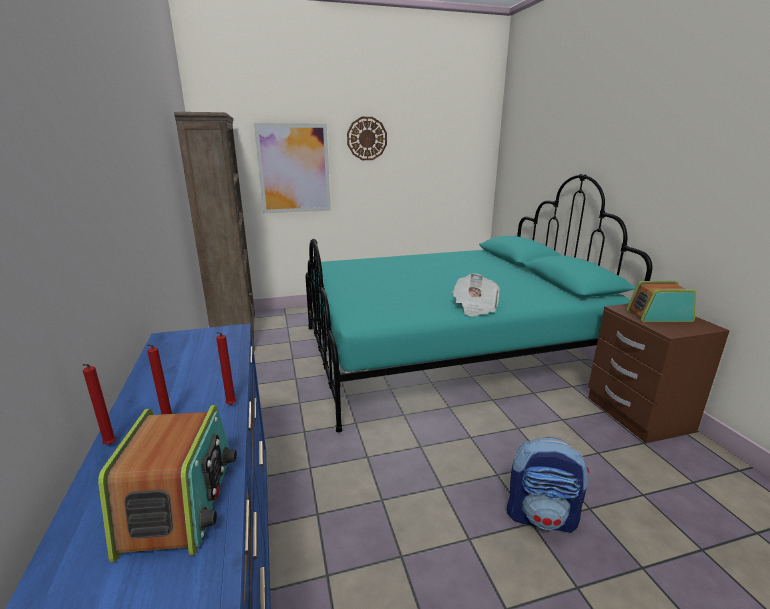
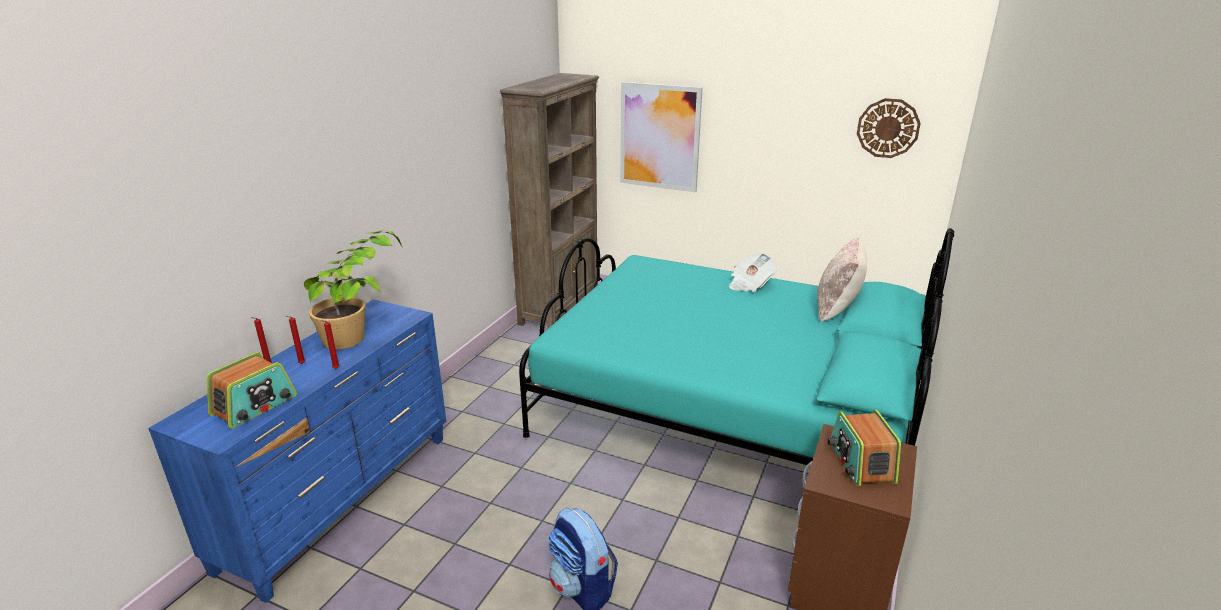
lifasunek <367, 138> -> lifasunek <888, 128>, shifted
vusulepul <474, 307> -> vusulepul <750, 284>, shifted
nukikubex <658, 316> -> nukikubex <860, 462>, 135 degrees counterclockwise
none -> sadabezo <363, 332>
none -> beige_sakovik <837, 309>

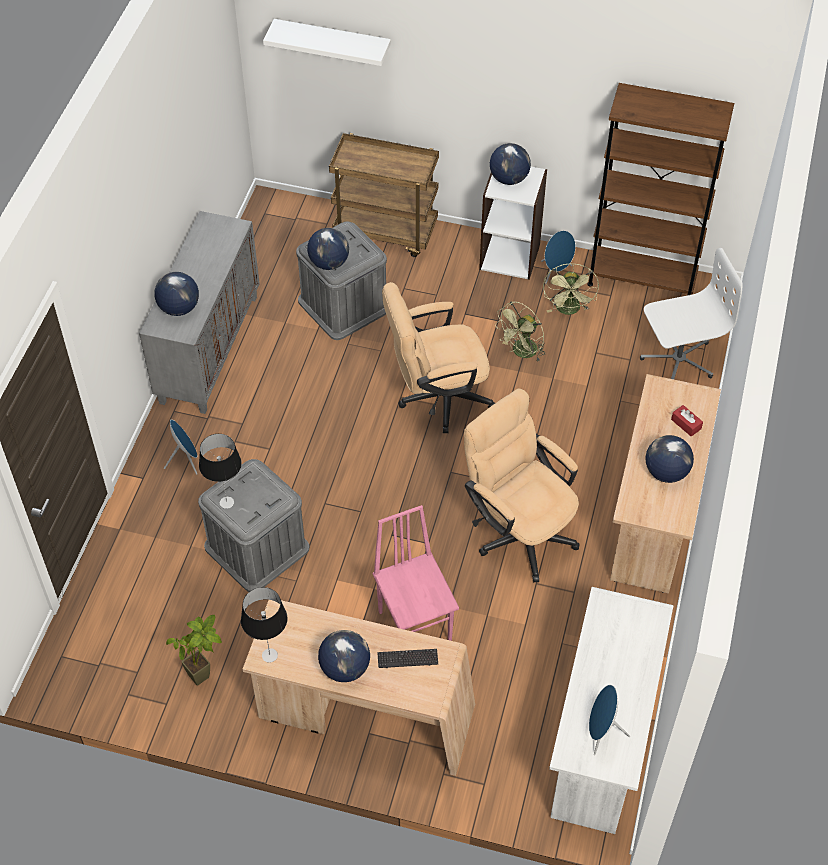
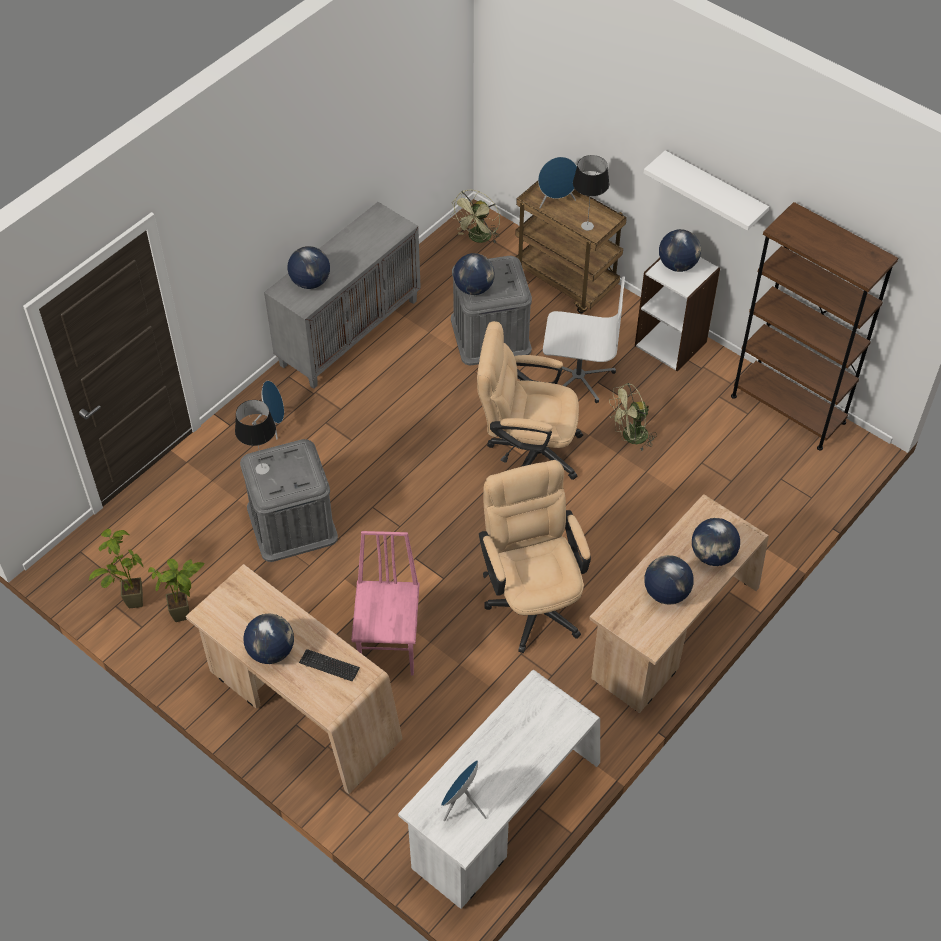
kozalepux <269, 654> -> kozalepux <587, 225>, shifted
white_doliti <332, 42> -> white_doliti <714, 190>, shifted
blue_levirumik <556, 272> -> blue_levirumik <556, 201>, shifted
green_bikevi <569, 310> -> green_bikevi <478, 239>, shifted
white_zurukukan <677, 359> -> white_zurukukan <578, 377>, shifted
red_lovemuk <686, 424> -> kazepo <713, 555>
none -> sadabezo <128, 601>

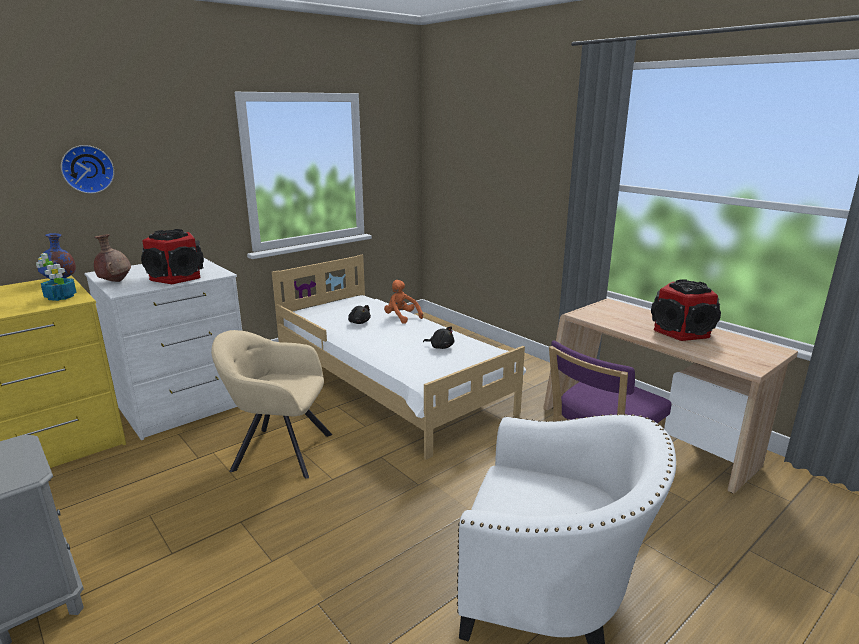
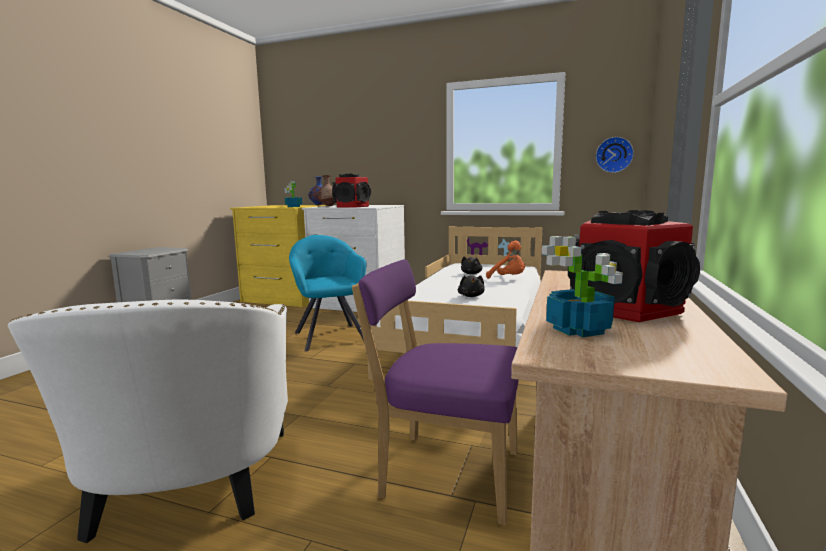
lifasunek <87, 169> -> lifasunek <614, 155>, shifted
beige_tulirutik <278, 451> -> turquoise_tulirutik <329, 336>
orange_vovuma <401, 317> -> orange_vovuma <508, 279>, 120 degrees clockwise
none -> sadabezo <580, 329>

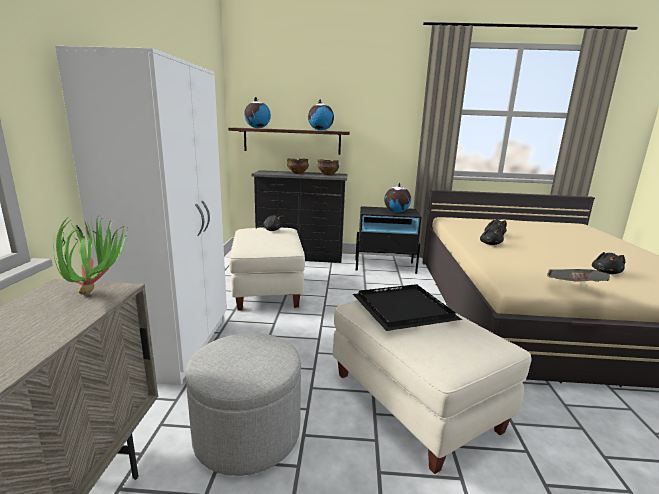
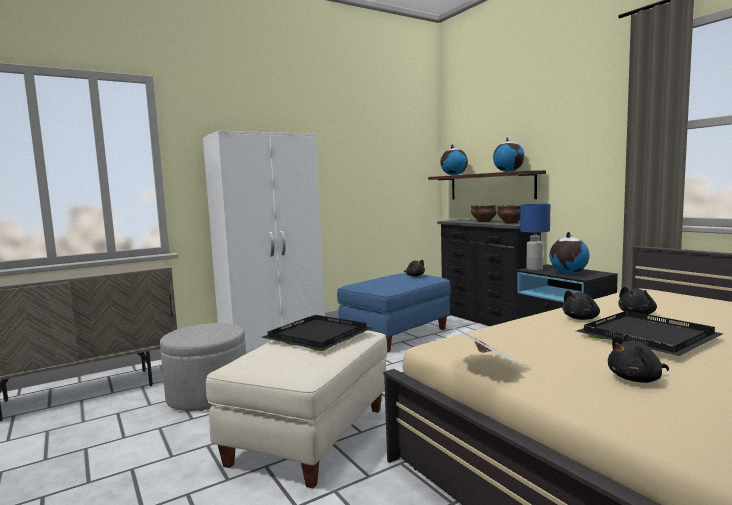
sadabezo <94, 290> -> none
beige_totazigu <266, 289> -> blue_totazigu <395, 334>
none -> blue_kozalepux <534, 269>
none -> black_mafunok <650, 337>

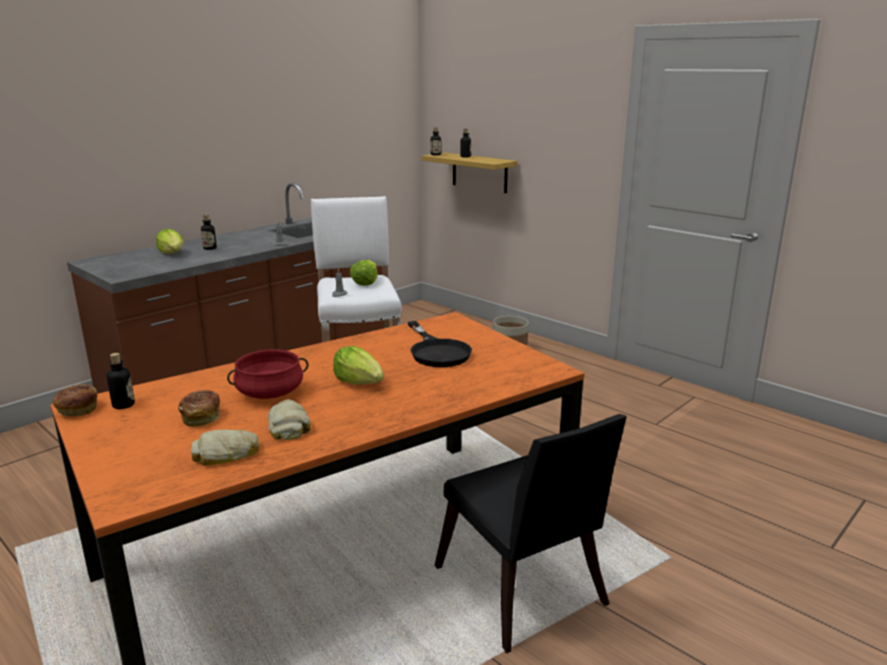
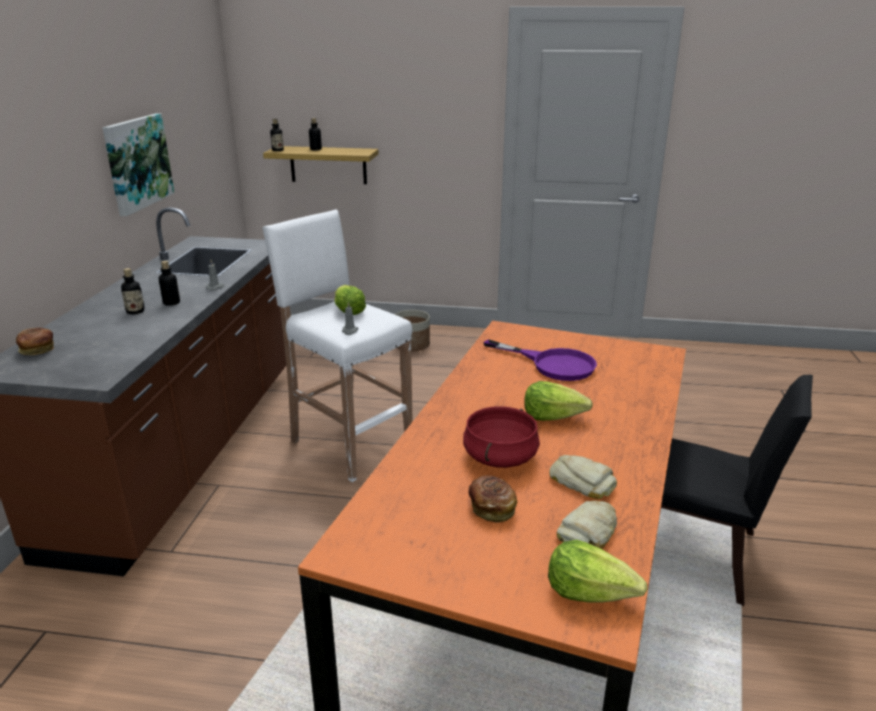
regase <77, 410> -> regase <37, 350>, shifted
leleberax <123, 405> -> leleberax <171, 303>, shifted
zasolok <172, 254> -> zasolok <590, 592>, shifted
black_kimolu <437, 351> -> purple_kimolu <553, 364>
none -> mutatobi <137, 163>

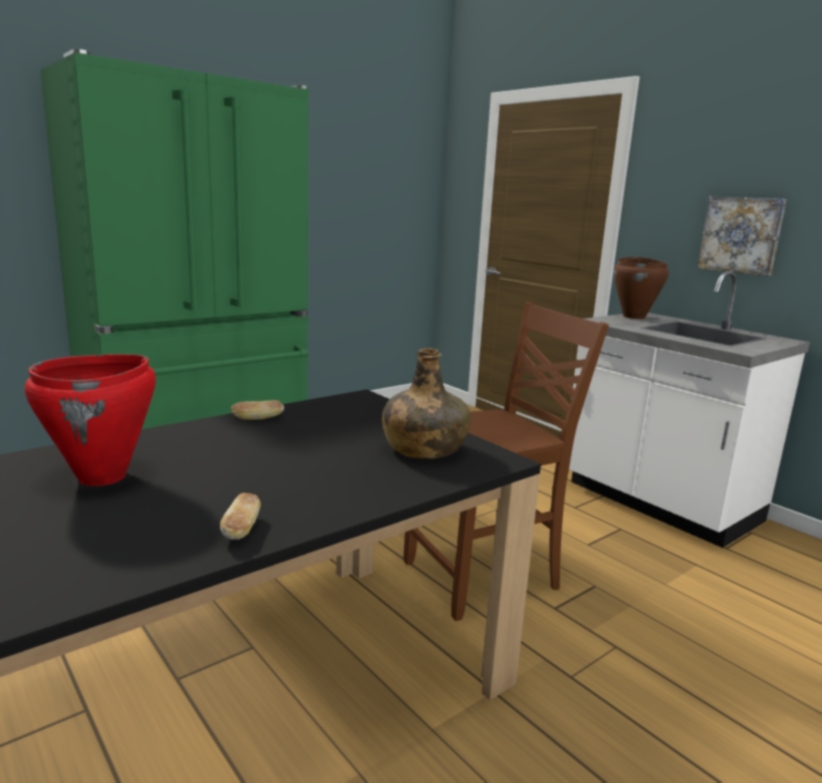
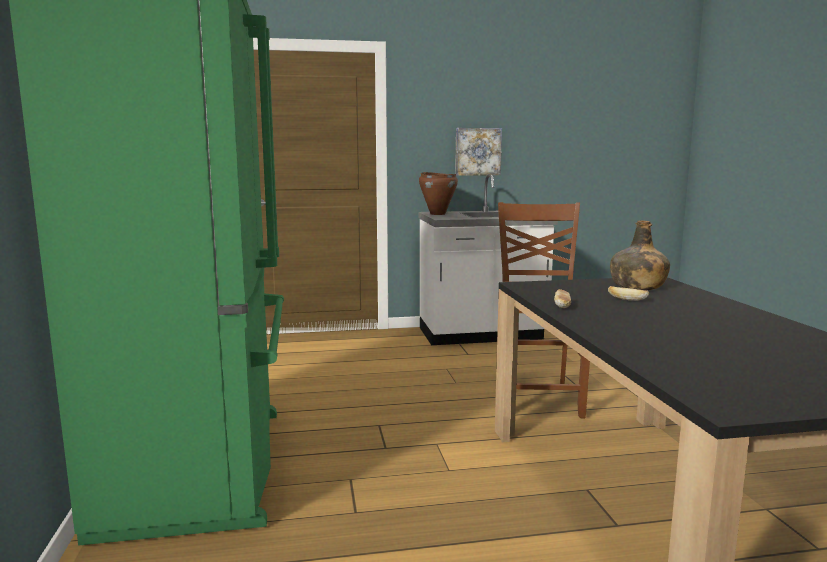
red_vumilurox <103, 477> -> none
regase <242, 529> -> regase <627, 300>, shifted

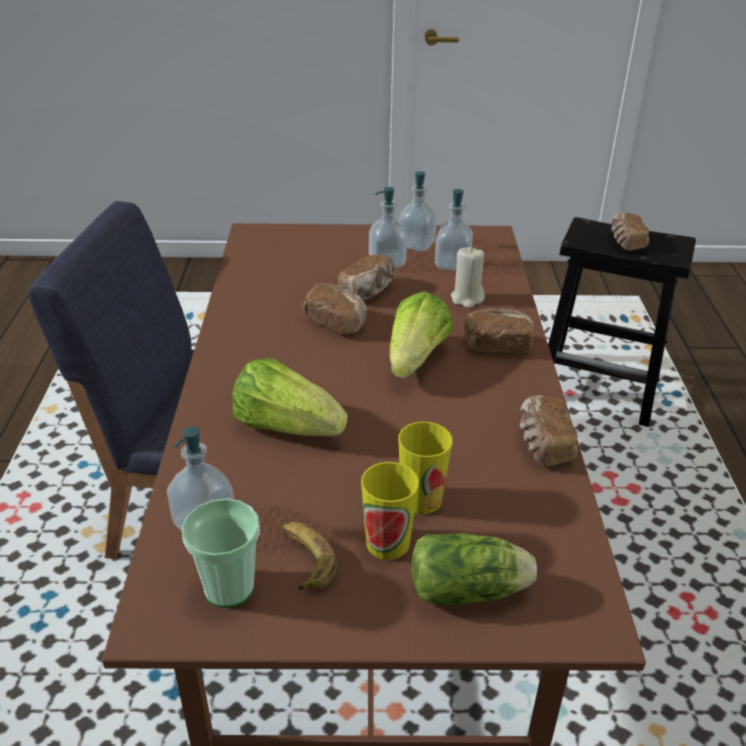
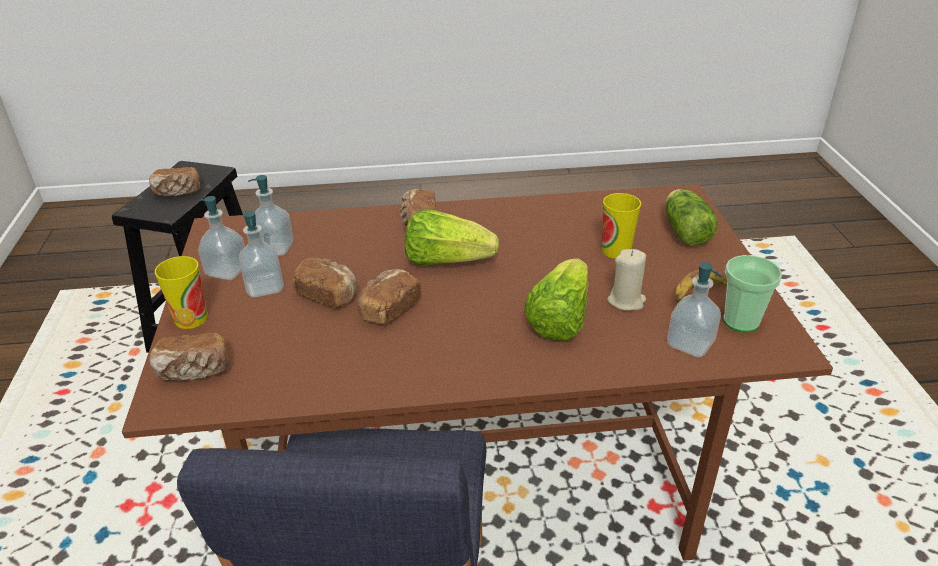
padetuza <387, 543> -> padetuza <191, 318>, shifted
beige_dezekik <467, 298> -> beige_dezekik <626, 301>, shifted
regase <543, 445> -> regase <194, 372>, shifted

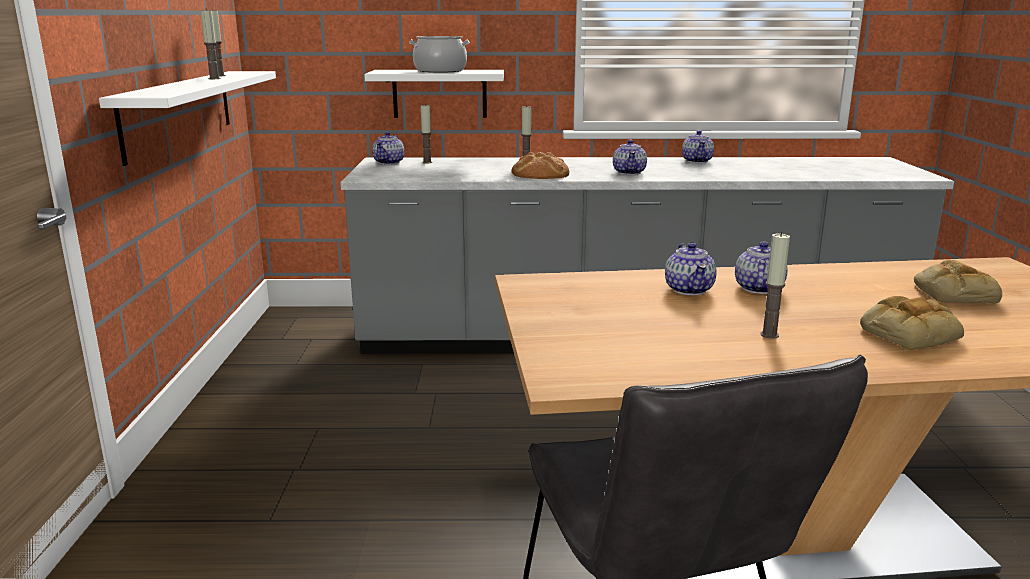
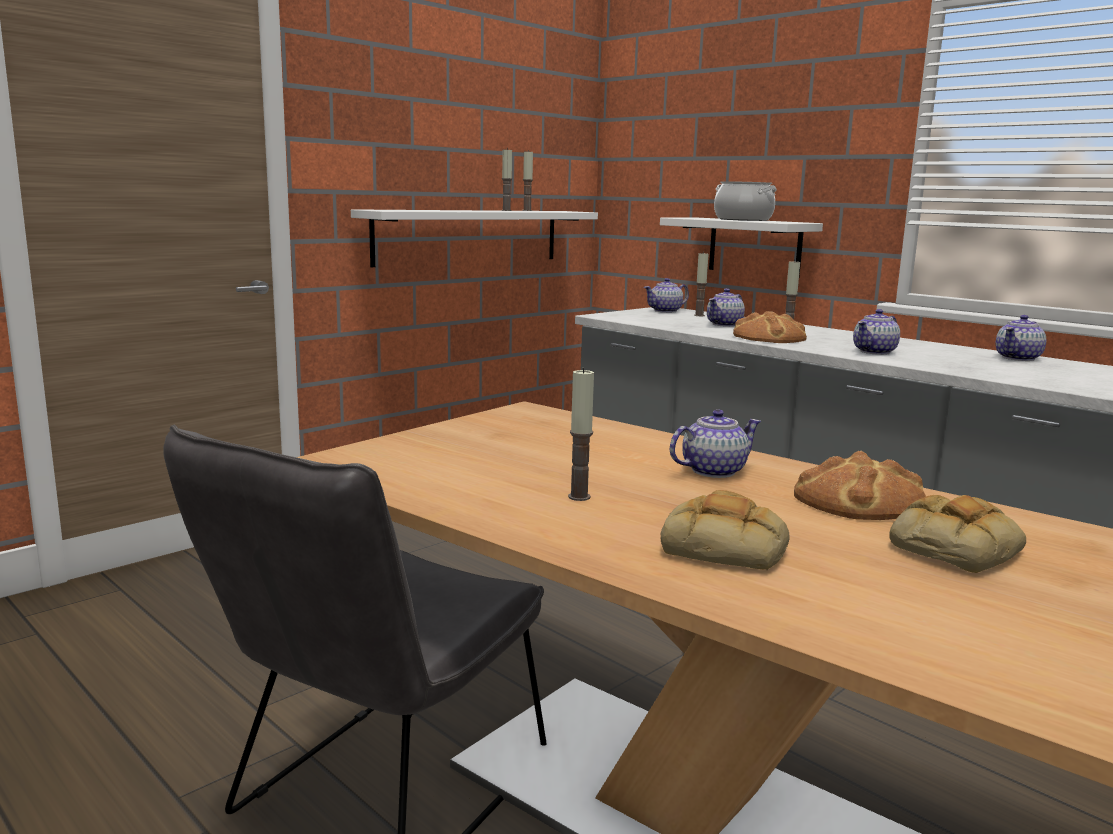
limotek <689, 289> -> limotek <725, 324>, shifted
none -> regase <857, 499>

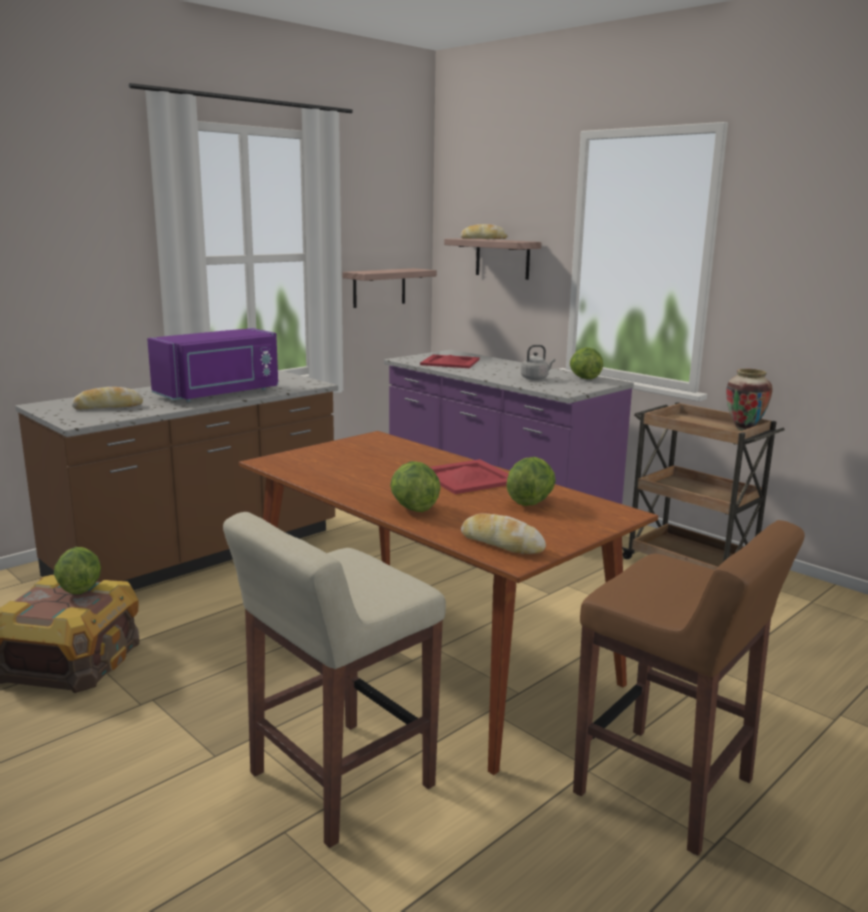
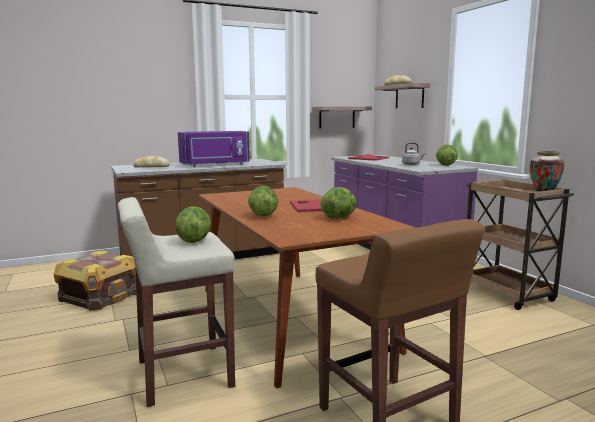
zasolok <79, 588> -> zasolok <194, 241>, shifted
regase <501, 543> -> none

